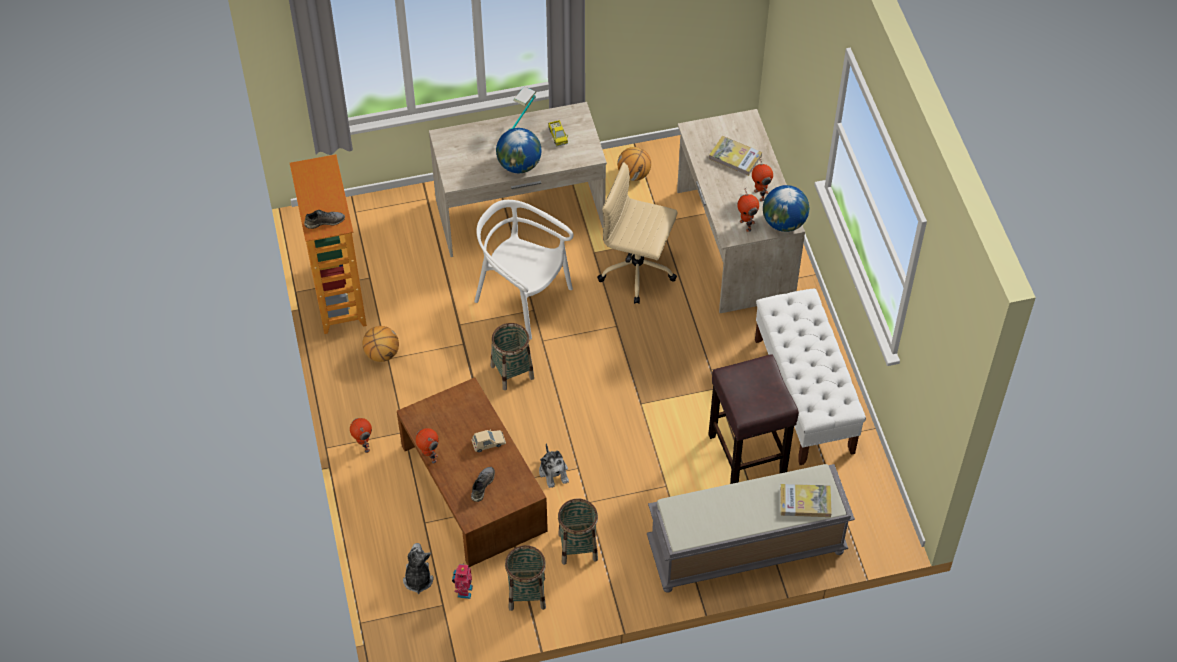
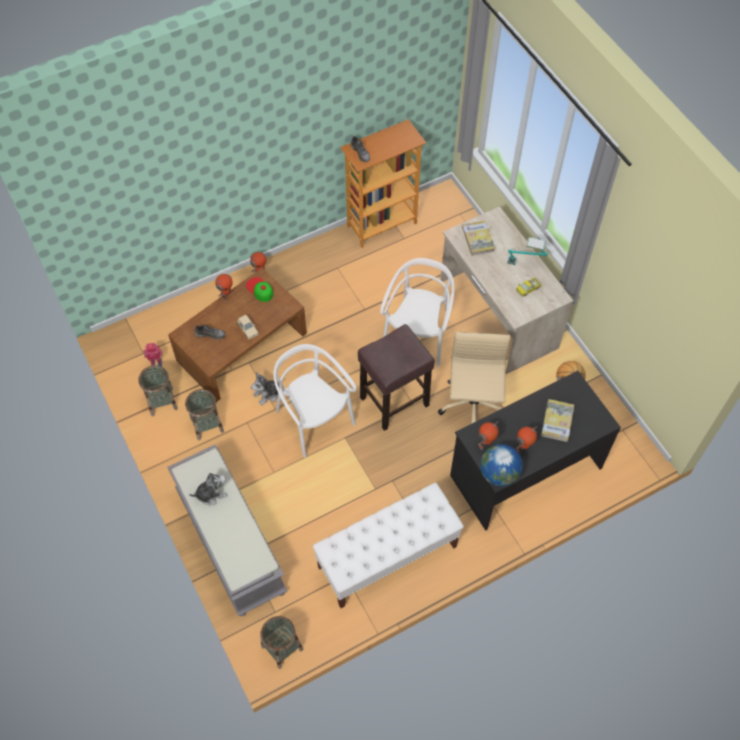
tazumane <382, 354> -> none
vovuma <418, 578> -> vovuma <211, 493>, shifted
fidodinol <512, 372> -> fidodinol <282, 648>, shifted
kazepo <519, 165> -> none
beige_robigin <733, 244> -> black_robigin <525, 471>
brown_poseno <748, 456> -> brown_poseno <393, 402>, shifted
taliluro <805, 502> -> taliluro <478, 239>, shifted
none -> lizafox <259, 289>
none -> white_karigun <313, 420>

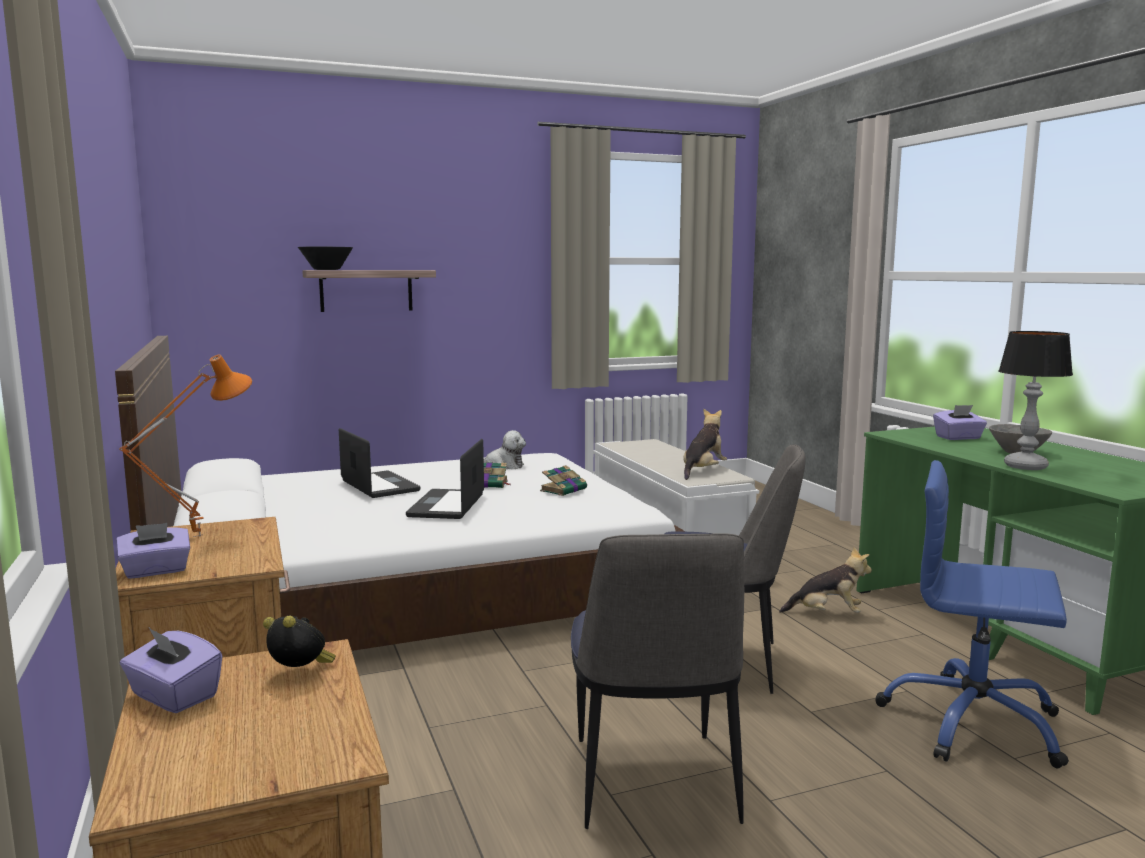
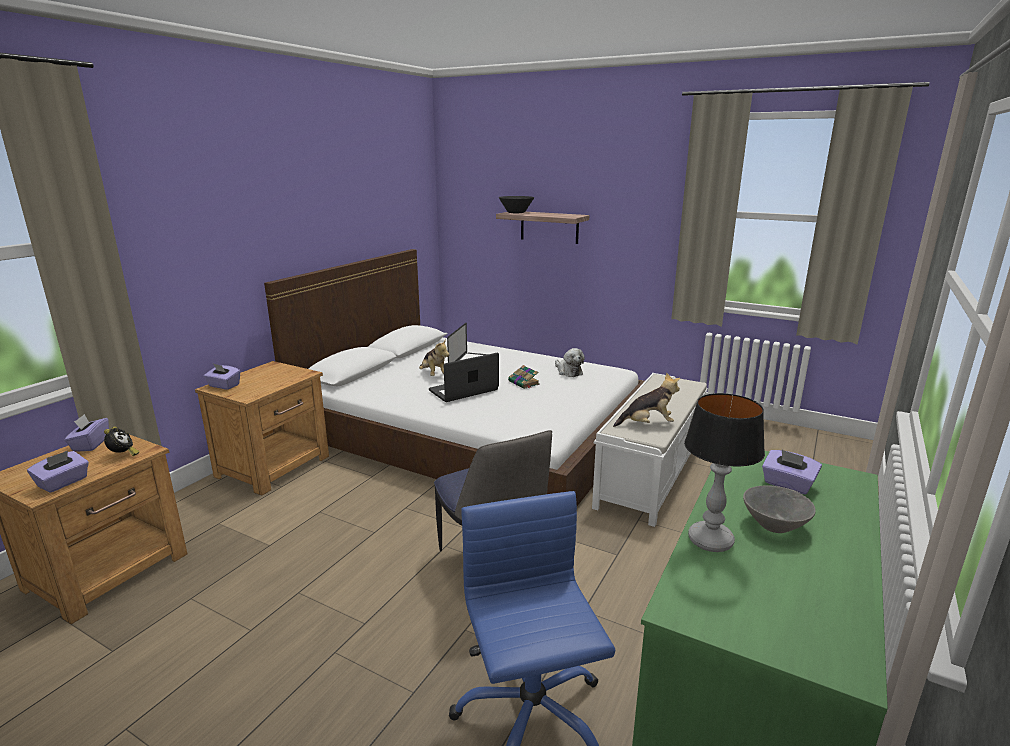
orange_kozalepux <197, 535> -> none
taliluro <564, 489> -> none
karigun <653, 783> -> none
vovuma <827, 614> -> vovuma <433, 375>, shifted
none -> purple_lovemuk <63, 483>

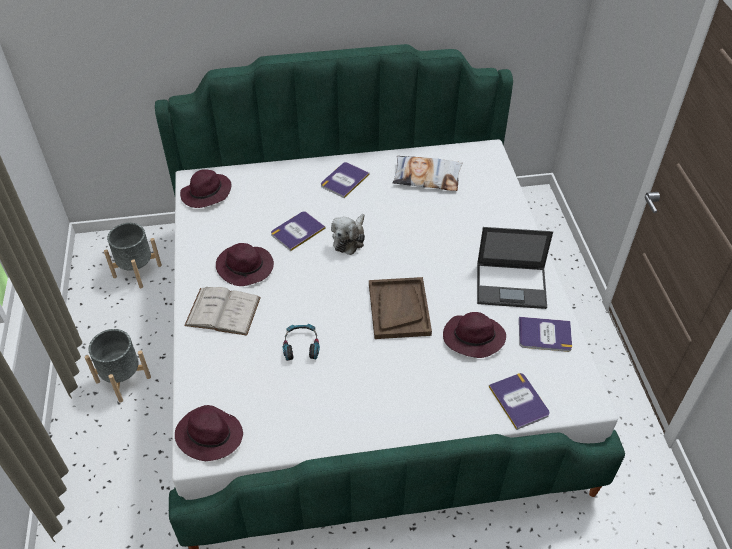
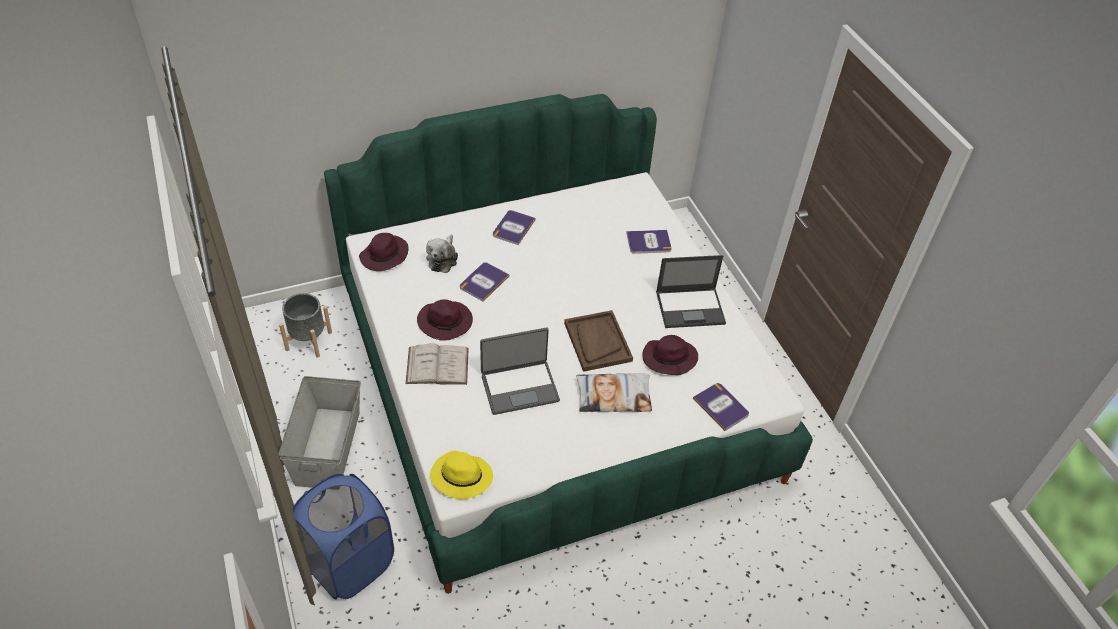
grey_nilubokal <123, 379> -> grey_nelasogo <328, 447>
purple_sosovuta <208, 435> -> yellow_sosovuta <460, 477>
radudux <301, 346> -> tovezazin <519, 387>
vovuma <349, 239> -> vovuma <442, 259>, shifted
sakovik <427, 177> -> sakovik <613, 396>, shifted
taliluro <544, 335> -> taliluro <648, 242>, shifted
none -> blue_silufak <349, 563>

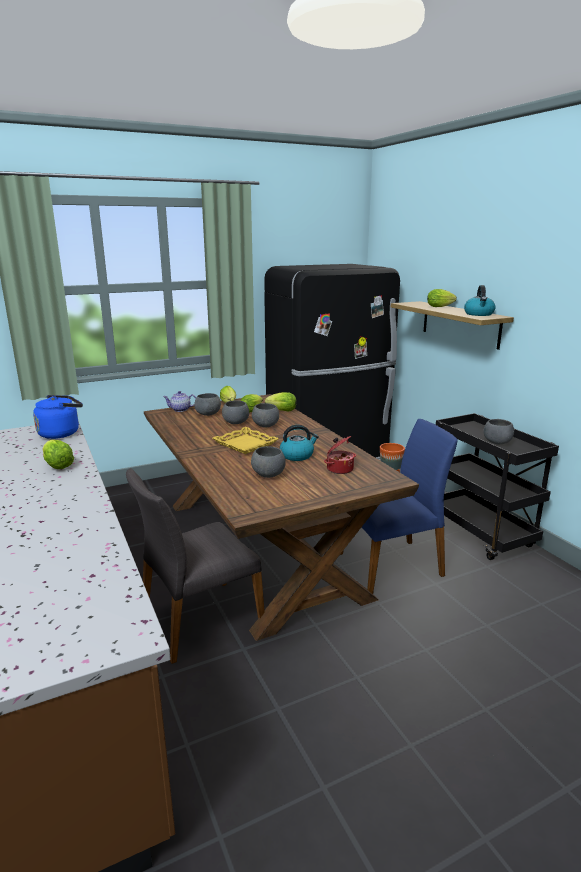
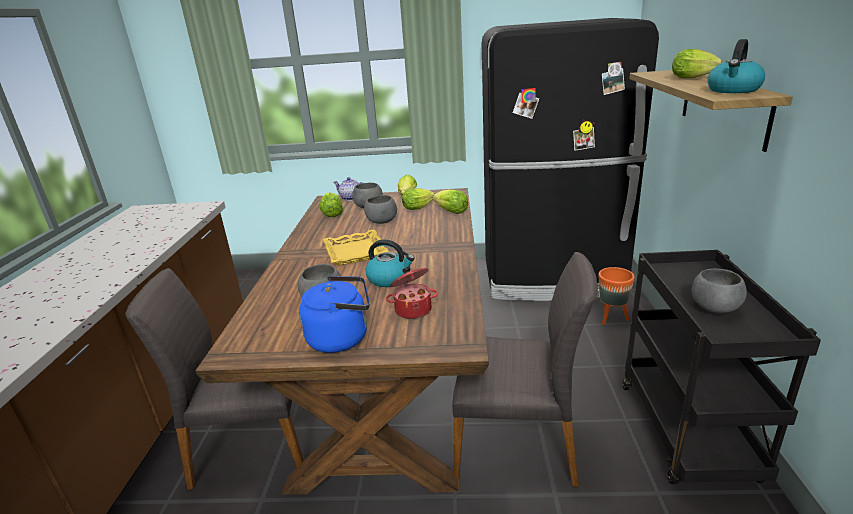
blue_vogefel <61, 433> -> blue_vogefel <342, 338>, shifted
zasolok <58, 466> -> zasolok <332, 214>, shifted
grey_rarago <265, 426> -> none
blue_karigun <391, 564> -> grey_karigun <517, 443>

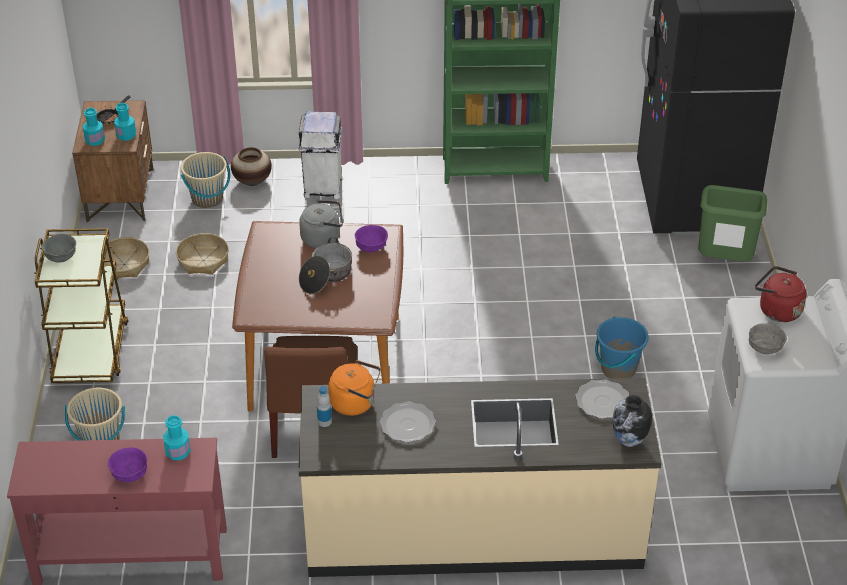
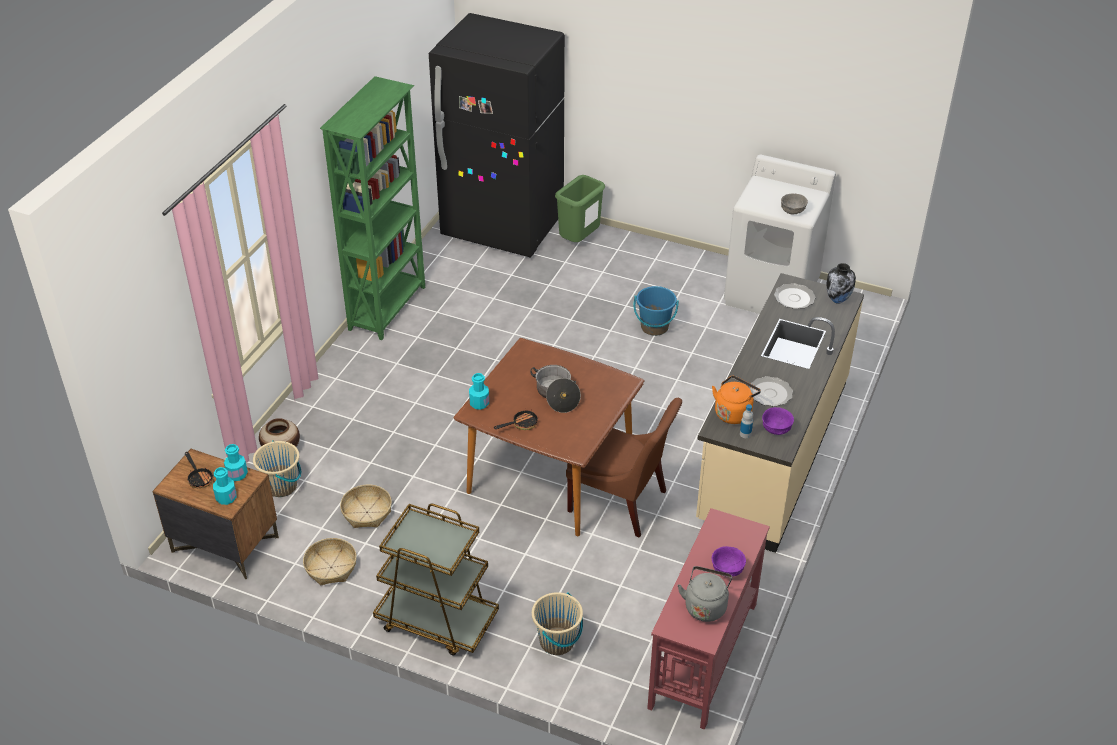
grey_rarago <61, 257> -> none
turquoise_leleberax <178, 452> -> turquoise_leleberax <479, 403>, shifted
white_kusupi <323, 188> -> none
grey_vogefel <323, 238> -> grey_vogefel <705, 606>, shifted
purple_rarago <371, 247> -> purple_rarago <776, 429>, shifted
red_vogefel <777, 310> -> none
none -> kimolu <521, 424>

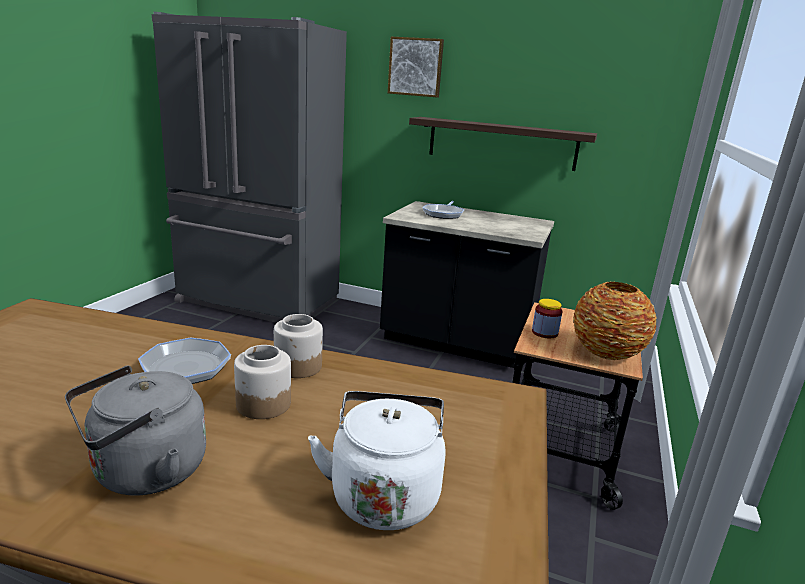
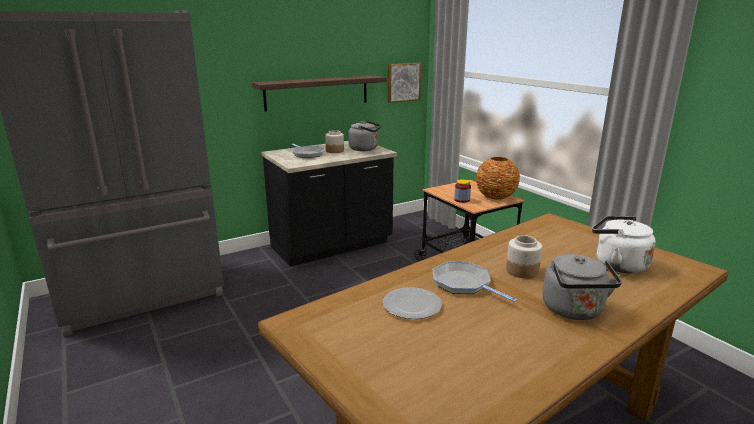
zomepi <298, 366> -> zomepi <335, 151>, shifted
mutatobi <416, 67> -> mutatobi <403, 82>, shifted
none -> grey_vogefel <365, 149>
none -> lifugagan <411, 305>

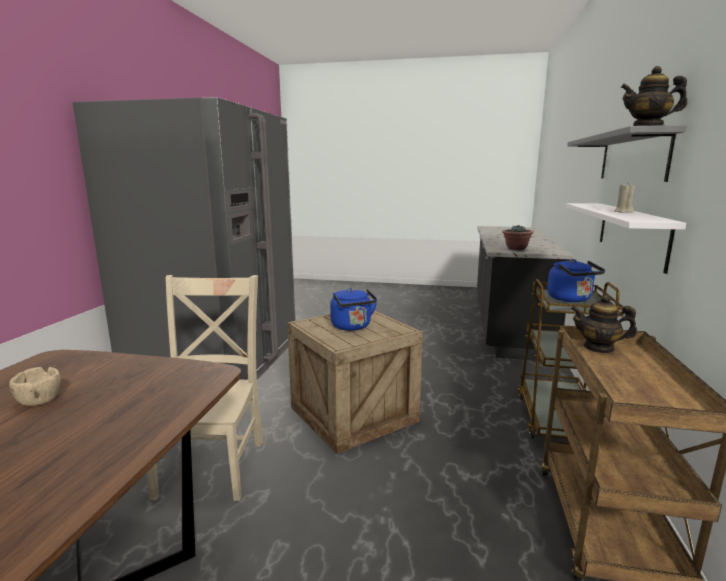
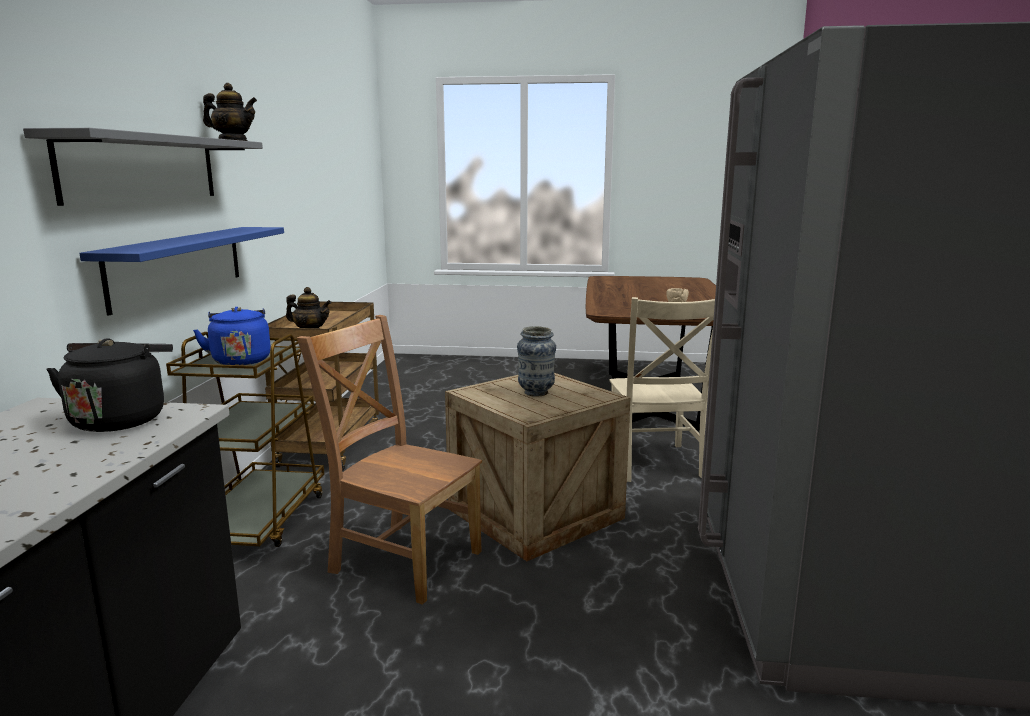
blue_vogefel <352, 327> -> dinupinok <536, 393>
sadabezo <516, 249> -> black_vogefel <120, 419>
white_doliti <631, 233> -> blue_doliti <178, 265>
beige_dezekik <623, 212> -> none
none -> brown_karigun <402, 559>

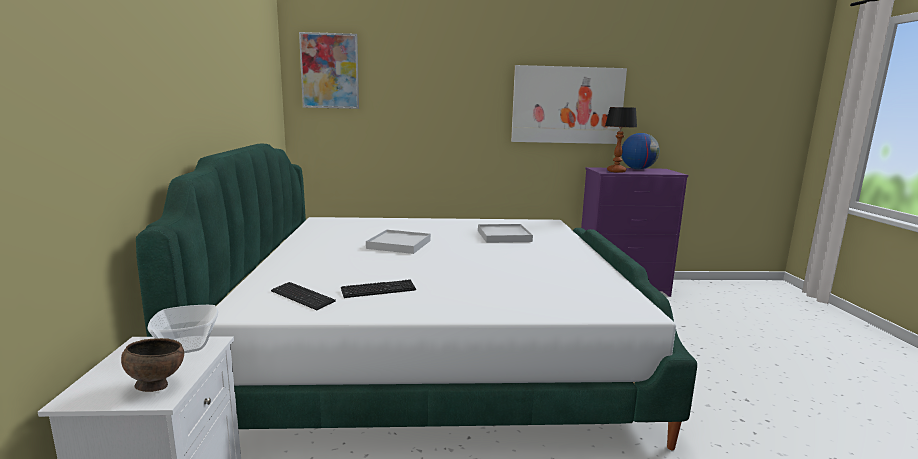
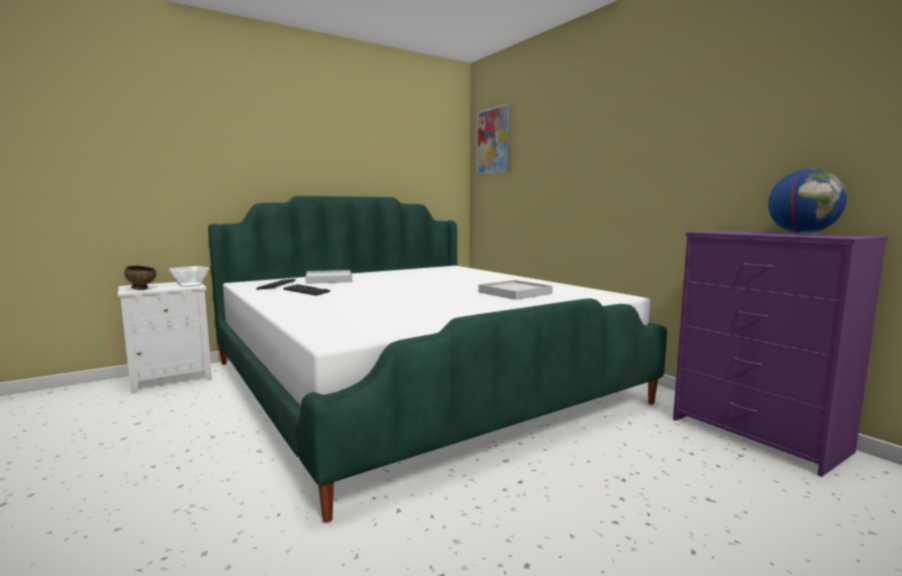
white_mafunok <399, 244> -> white_mafunok <328, 279>, shifted
mutatobi <567, 105> -> none
kozalepux <616, 171> -> none

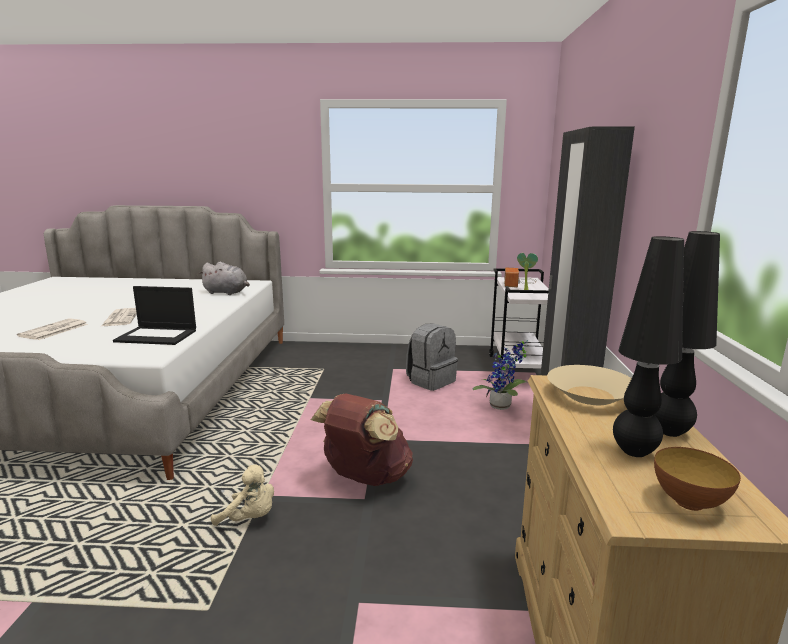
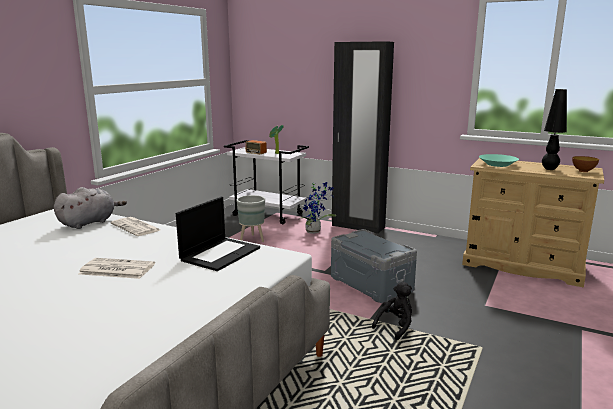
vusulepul <53, 330> -> vusulepul <136, 227>, shifted
beige_vovuma <249, 518> -> black_vovuma <395, 327>
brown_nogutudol <365, 478> -> grey_nelasogo <370, 284>
grey_nogutudol <431, 381> -> grey_nilubokal <251, 239>
beige_rarago <590, 395> -> turquoise_rarago <498, 164>
black_kozalepux <669, 432> -> none

